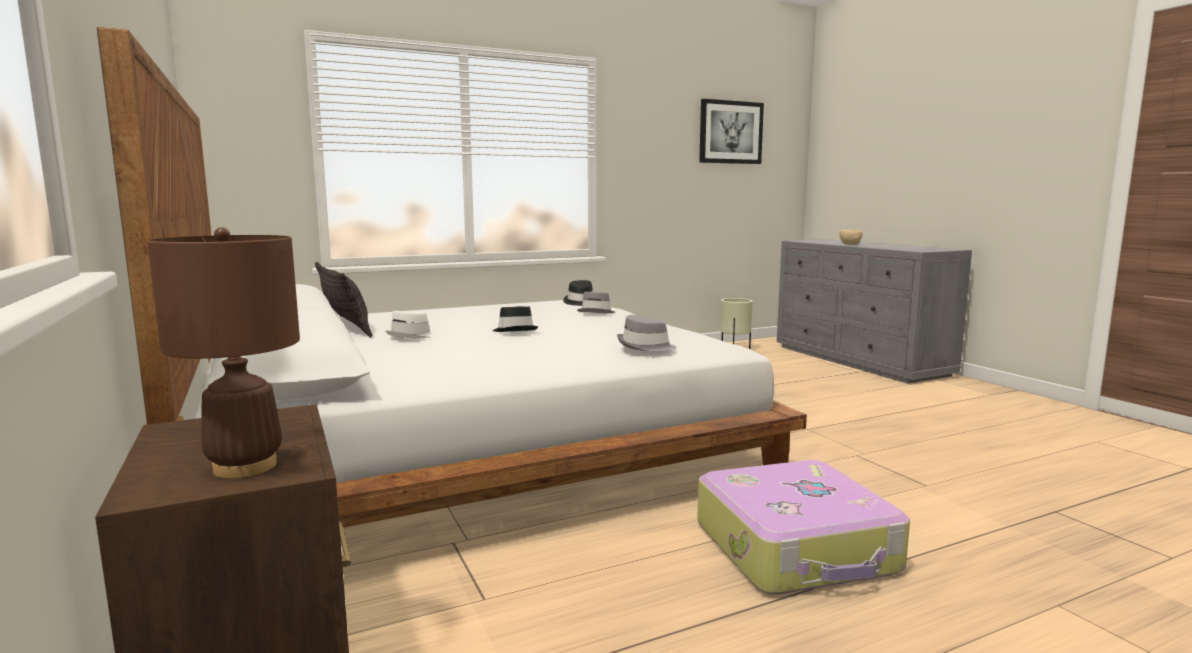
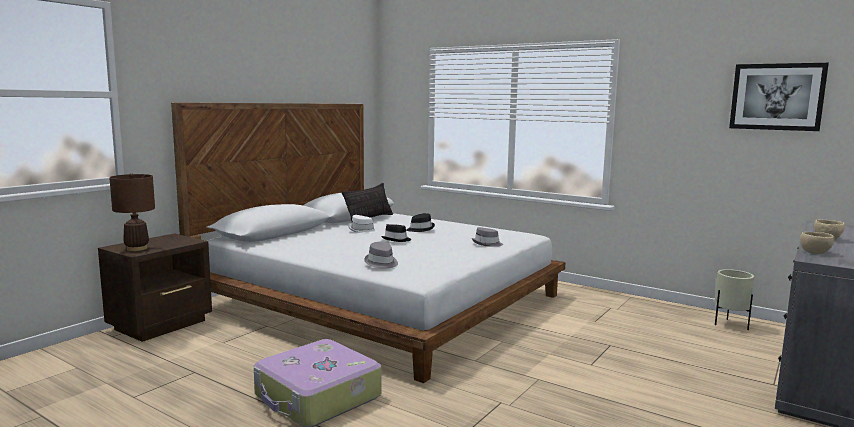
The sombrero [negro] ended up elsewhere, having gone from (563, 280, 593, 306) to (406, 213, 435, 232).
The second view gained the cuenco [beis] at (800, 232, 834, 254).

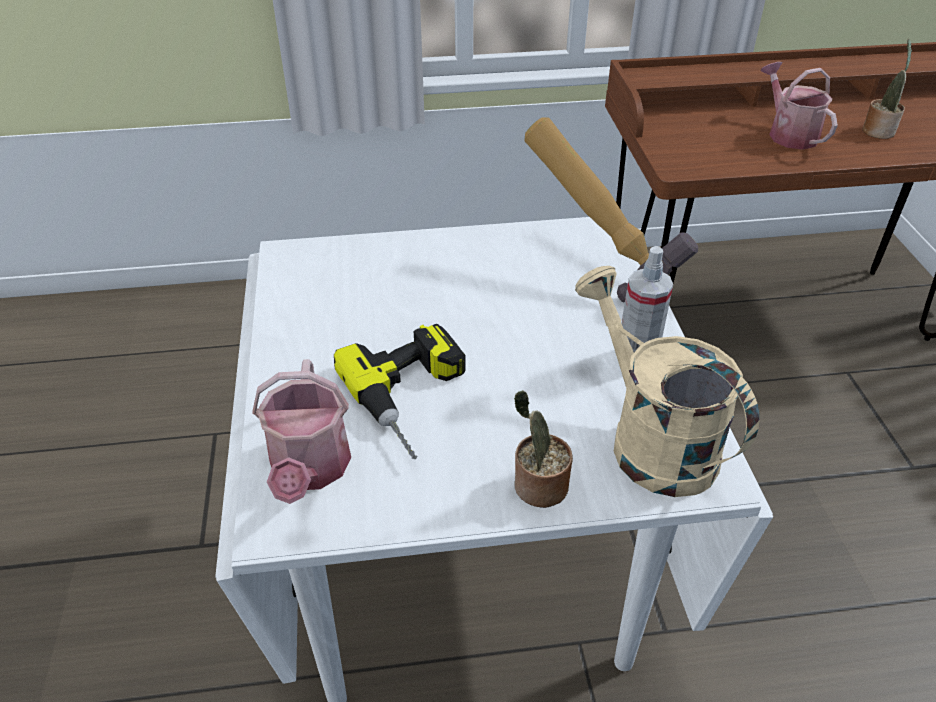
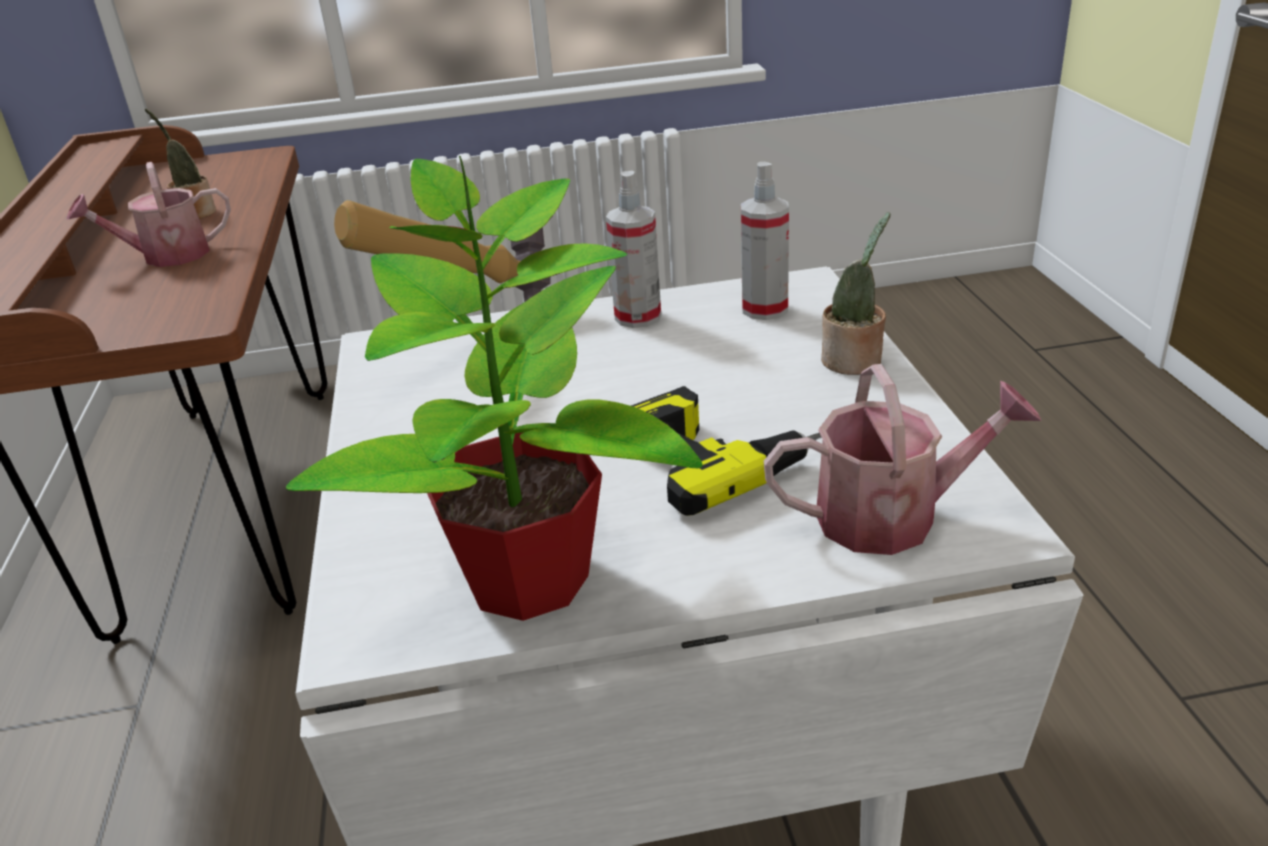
The second view gained the planta en maceta at (286, 156, 703, 621).
Where the regadera [beis] stood at (575, 266, 759, 497), the pulverizador came to stand at (741, 162, 789, 320).

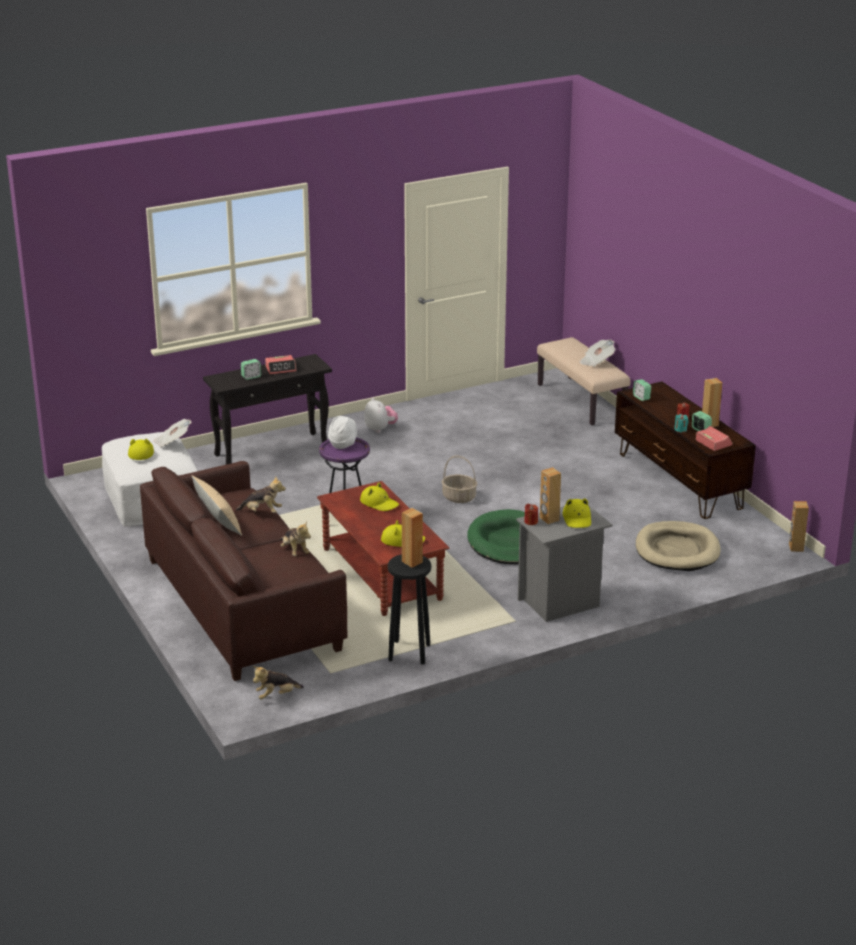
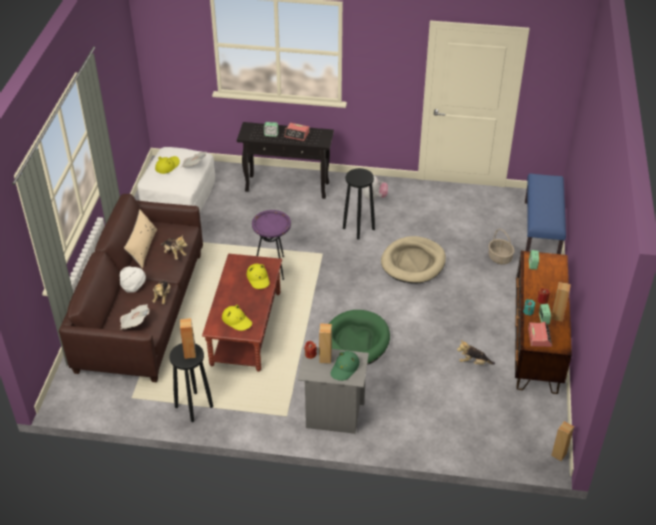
The sombrero [blanco] ended up elsewhere, having gone from (328, 416, 357, 449) to (120, 267, 146, 293).
The periódico ended up elsewhere, having gone from (579, 340, 615, 367) to (120, 304, 150, 329).
What was the sombrero [amarillo] at (563, 498, 591, 528) turned into the sombrero [verde] at (331, 351, 360, 381).
The second view gained the taburete [negro] at (343, 168, 375, 240).
The cama para perro [beis] ended up elsewhere, having gone from (636, 521, 721, 571) to (381, 236, 446, 283).
The peluche ended up elsewhere, having gone from (253, 666, 304, 699) to (457, 340, 495, 365).
The cesta ended up elsewhere, having gone from (441, 456, 477, 503) to (488, 229, 514, 265).
What was the banco [beis] at (537, 337, 630, 425) turned into the banco [azul] at (525, 174, 566, 254).

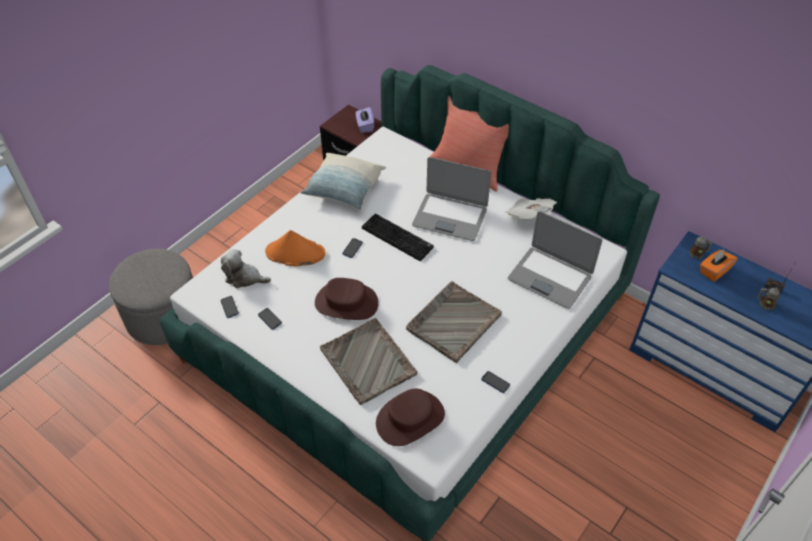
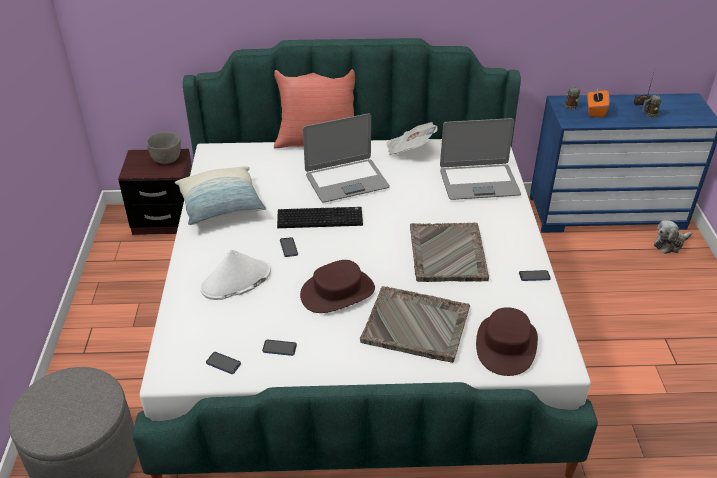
Where the caja de pañuelos [morado] stood at (356, 107, 374, 133), the cuenco [gris] came to stand at (147, 131, 181, 164).
What was the sombrero [naranja] at (265, 230, 326, 266) turned into the sombrero [blanco] at (201, 250, 271, 300).
The peluche ended up elsewhere, having gone from (221, 249, 271, 288) to (654, 220, 692, 254).

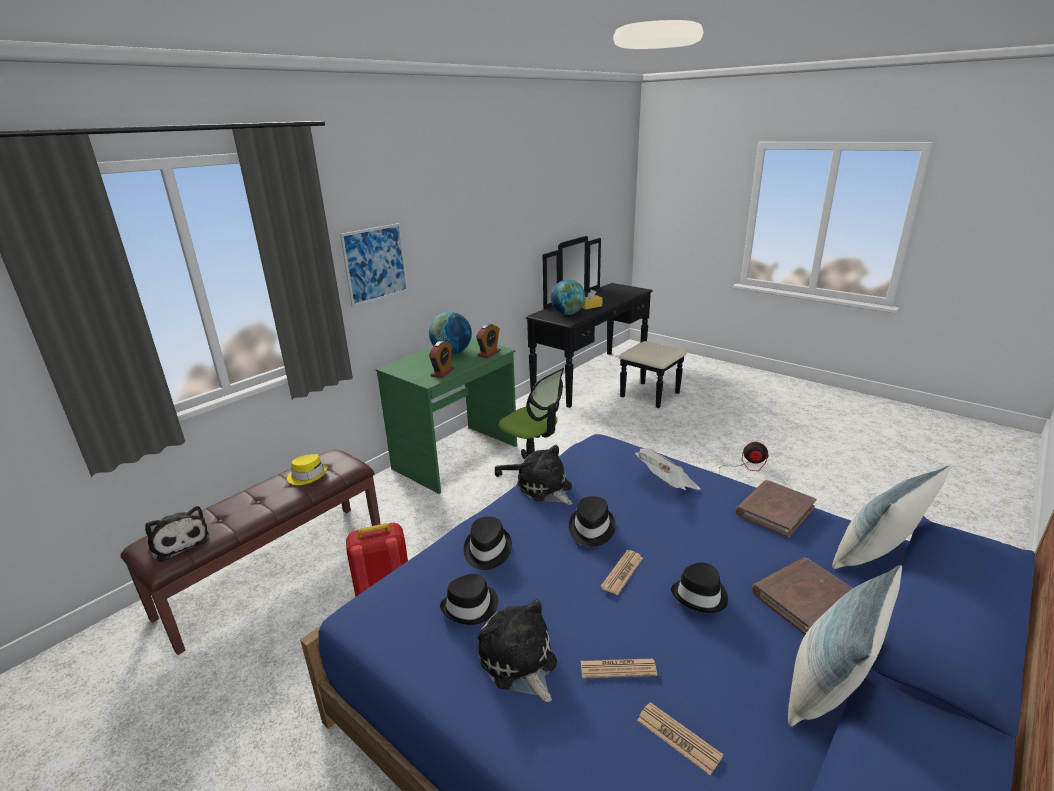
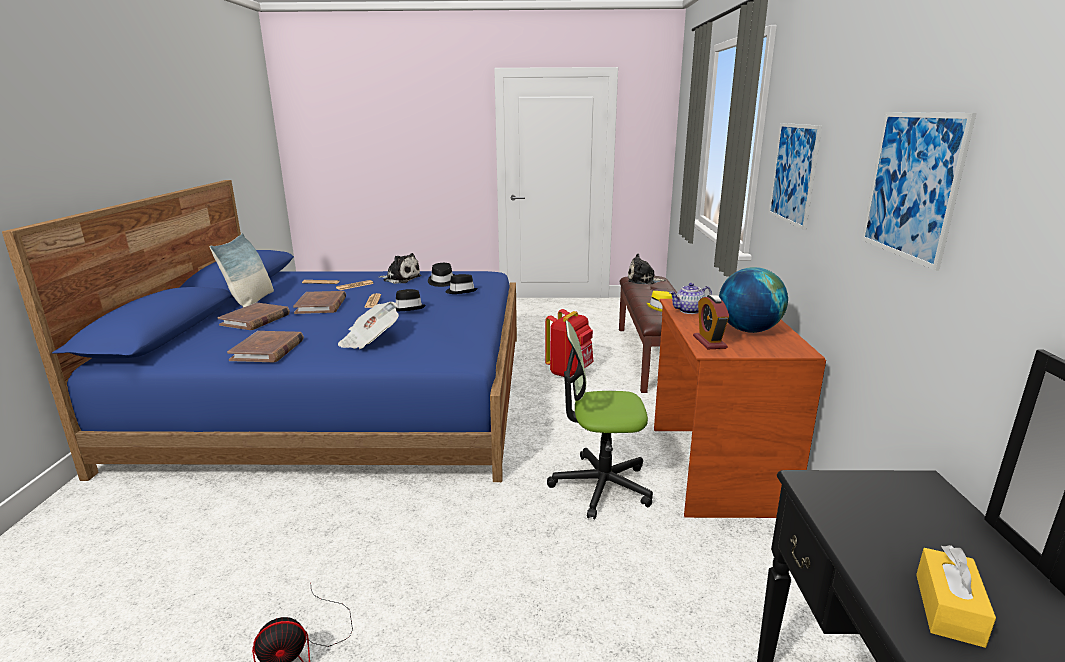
Where the sombrero [negro] stood at (671, 563, 728, 613), the libro [marrón] came to stand at (293, 291, 346, 314).
What was the escritorio [verde] at (376, 338, 517, 494) turned into the escritorio [marrón] at (654, 299, 826, 518).
Where the despertador stood at (429, 341, 455, 378), the tetera came to stand at (669, 283, 712, 314).
The second view gained the cuadro at (861, 112, 976, 271).
The second view lost the peluche at (517, 445, 573, 505).
The second view lost the globo terráqueo at (550, 279, 586, 315).
The second view lost the cojín at (832, 466, 950, 569).

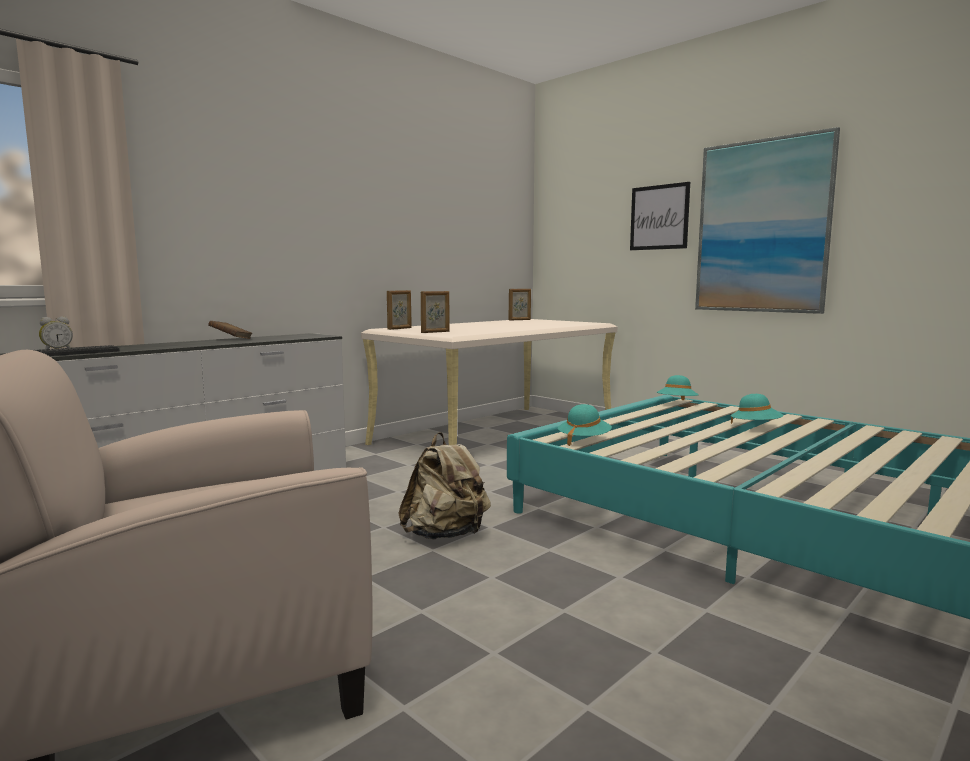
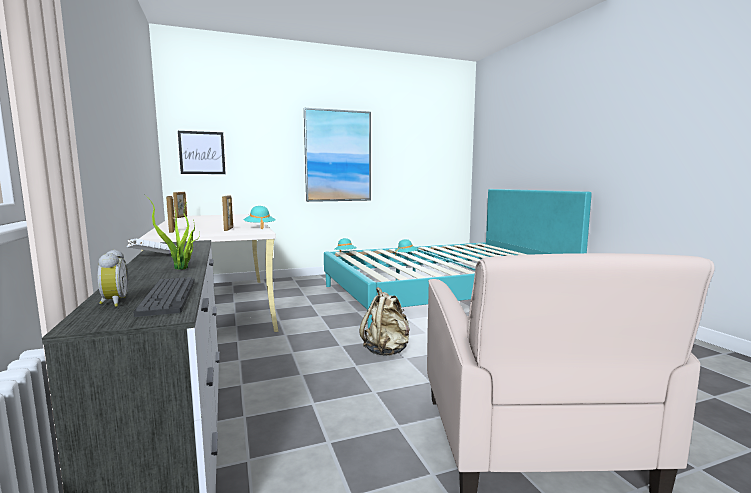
What was the libro [marrón] at (208, 321, 253, 339) turned into the libro [blanco] at (127, 239, 177, 254).
The second view gained the planta en maceta at (144, 194, 200, 270).
The cuadro ended up elsewhere, having gone from (630, 182, 690, 250) to (178, 131, 226, 174).
The sombrero [turquesa] ended up elsewhere, having gone from (558, 404, 612, 446) to (244, 206, 276, 229).

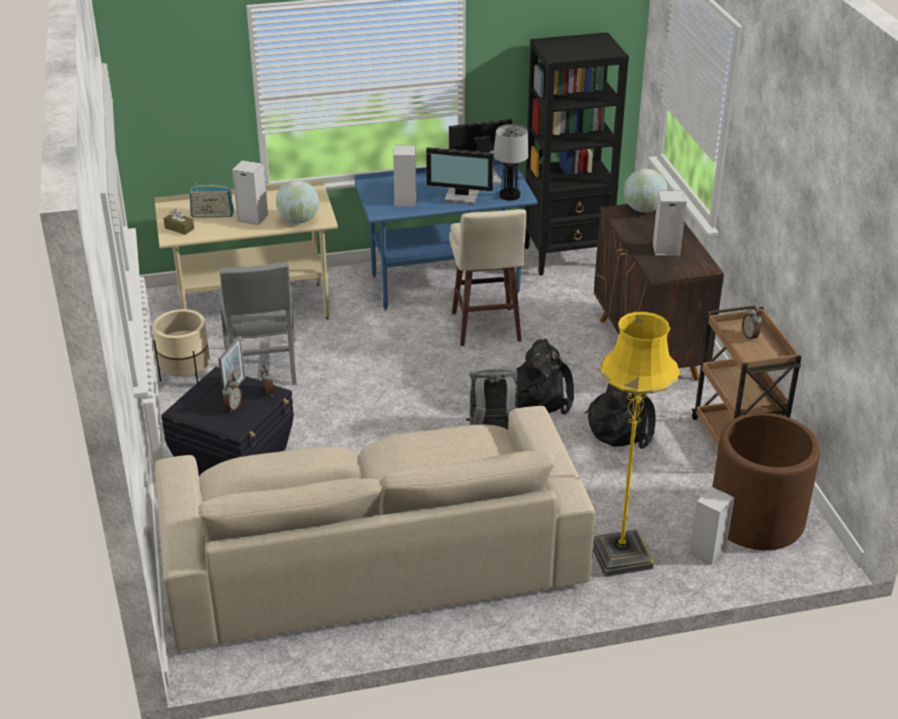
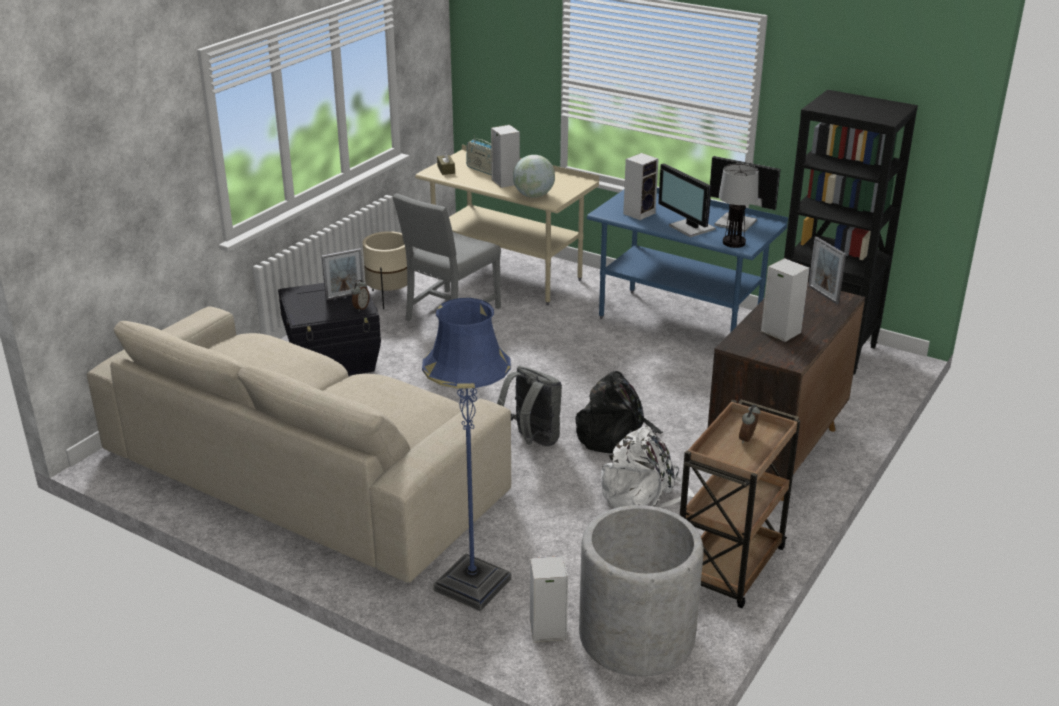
What was the lámpara de pie [amarillo] at (593, 311, 680, 577) turned into the lámpara de pie [azul] at (422, 298, 511, 611).
What was the maceta [marrón] at (712, 413, 820, 550) turned into the maceta [gris] at (579, 505, 704, 676).
What was the mochila [negro] at (585, 383, 656, 449) turned into the mochila [blanco] at (601, 426, 695, 508).
Where the globo terráqueo stood at (624, 169, 668, 213), the portarretratos came to stand at (808, 237, 846, 304).
The second view lost the despertador at (222, 380, 242, 413).
The second view lost the taburete [beis] at (449, 209, 527, 346).

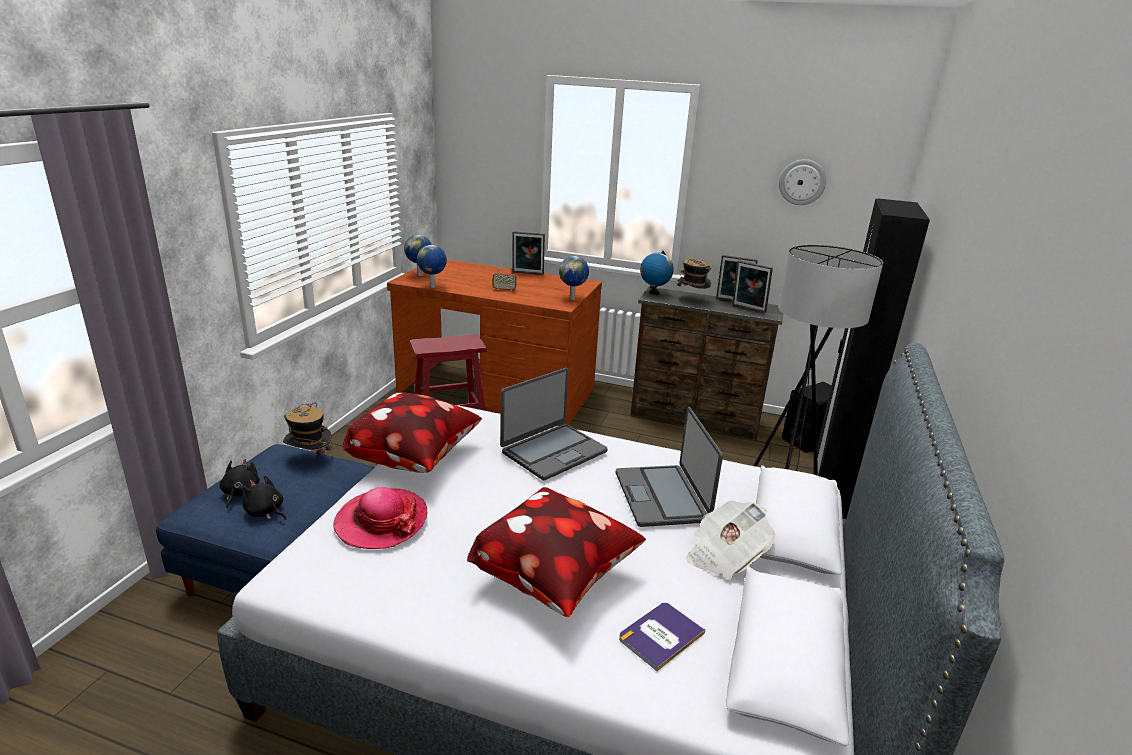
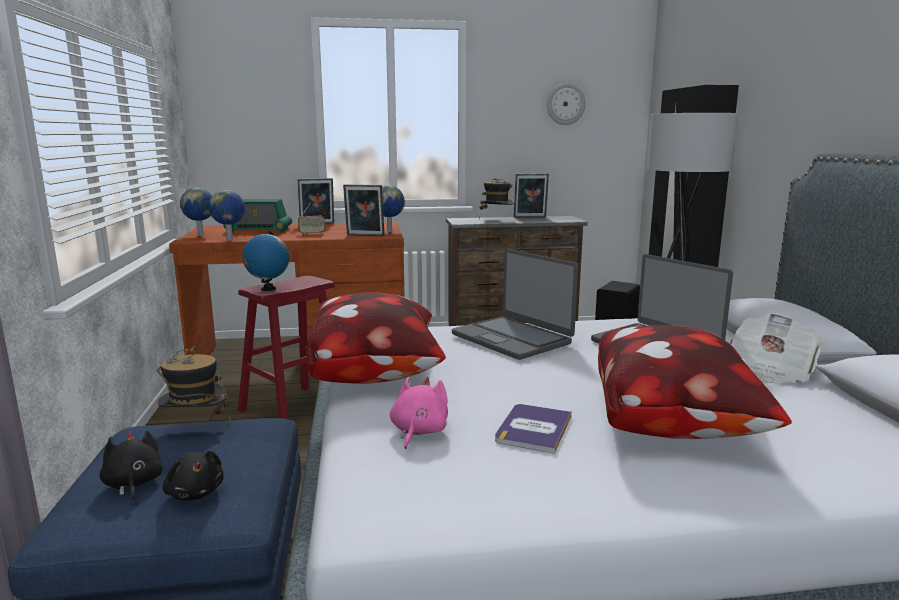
The peluche [negro] at (243, 476, 286, 520) ended up facing another way, 135 degrees counterclockwise from before.
The second view gained the radio at (223, 199, 292, 232).
The globo terráqueo ended up elsewhere, having gone from (640, 250, 674, 295) to (242, 231, 289, 291).
The portarretratos ended up elsewhere, having gone from (732, 260, 773, 313) to (343, 184, 385, 236).
Where the sombrero stood at (333, 487, 427, 549), the peluche [rosa] came to stand at (390, 377, 448, 449).
The portátil at (500, 368, 608, 480) ended up facing another way, 120 degrees clockwise from before.
The libro ended up elsewhere, having gone from (619, 603, 705, 671) to (495, 404, 572, 454).

